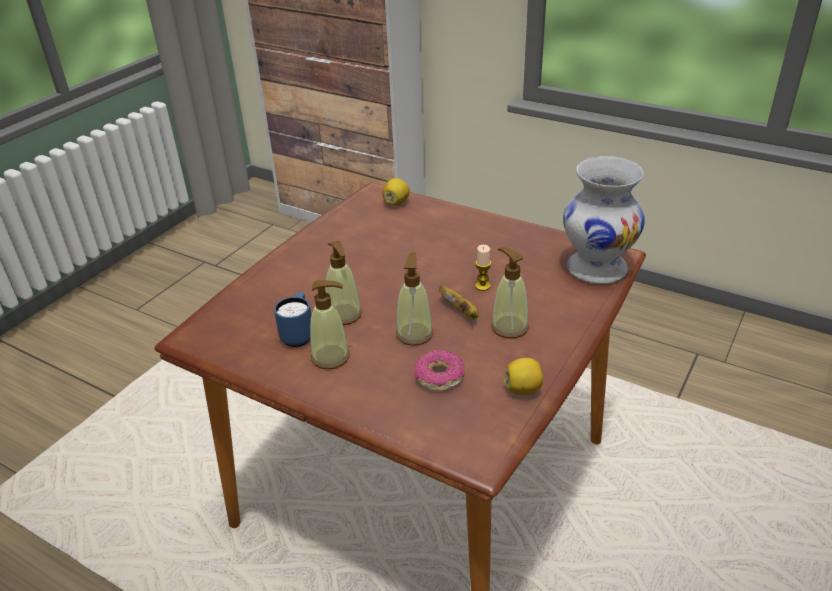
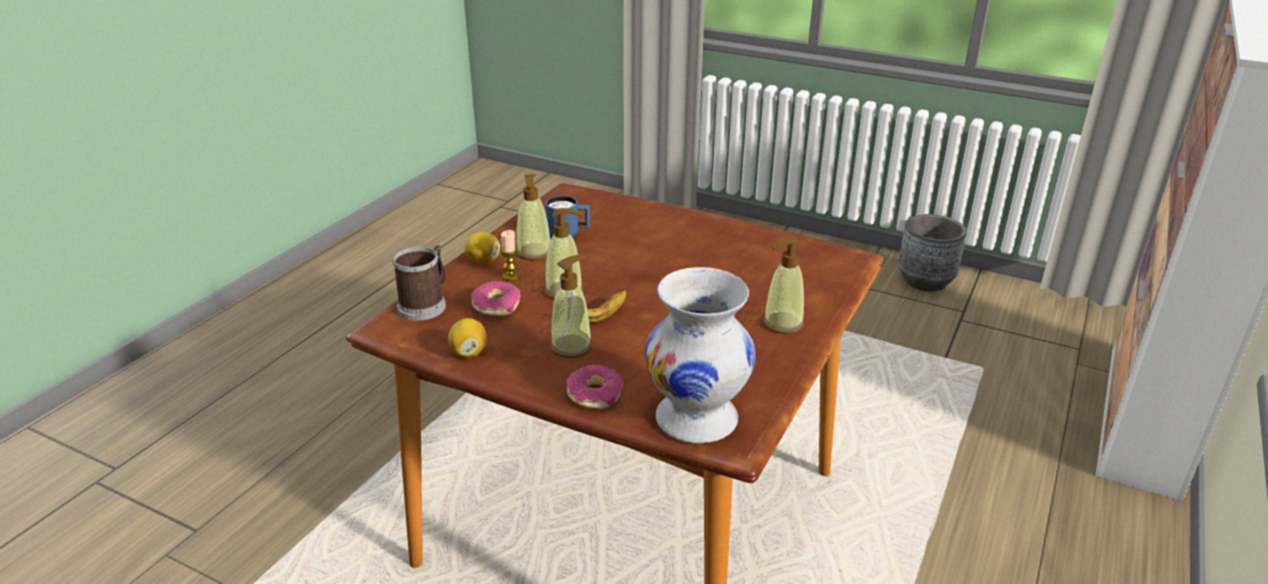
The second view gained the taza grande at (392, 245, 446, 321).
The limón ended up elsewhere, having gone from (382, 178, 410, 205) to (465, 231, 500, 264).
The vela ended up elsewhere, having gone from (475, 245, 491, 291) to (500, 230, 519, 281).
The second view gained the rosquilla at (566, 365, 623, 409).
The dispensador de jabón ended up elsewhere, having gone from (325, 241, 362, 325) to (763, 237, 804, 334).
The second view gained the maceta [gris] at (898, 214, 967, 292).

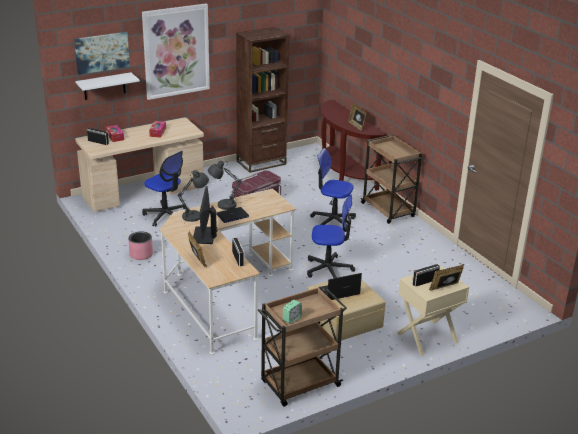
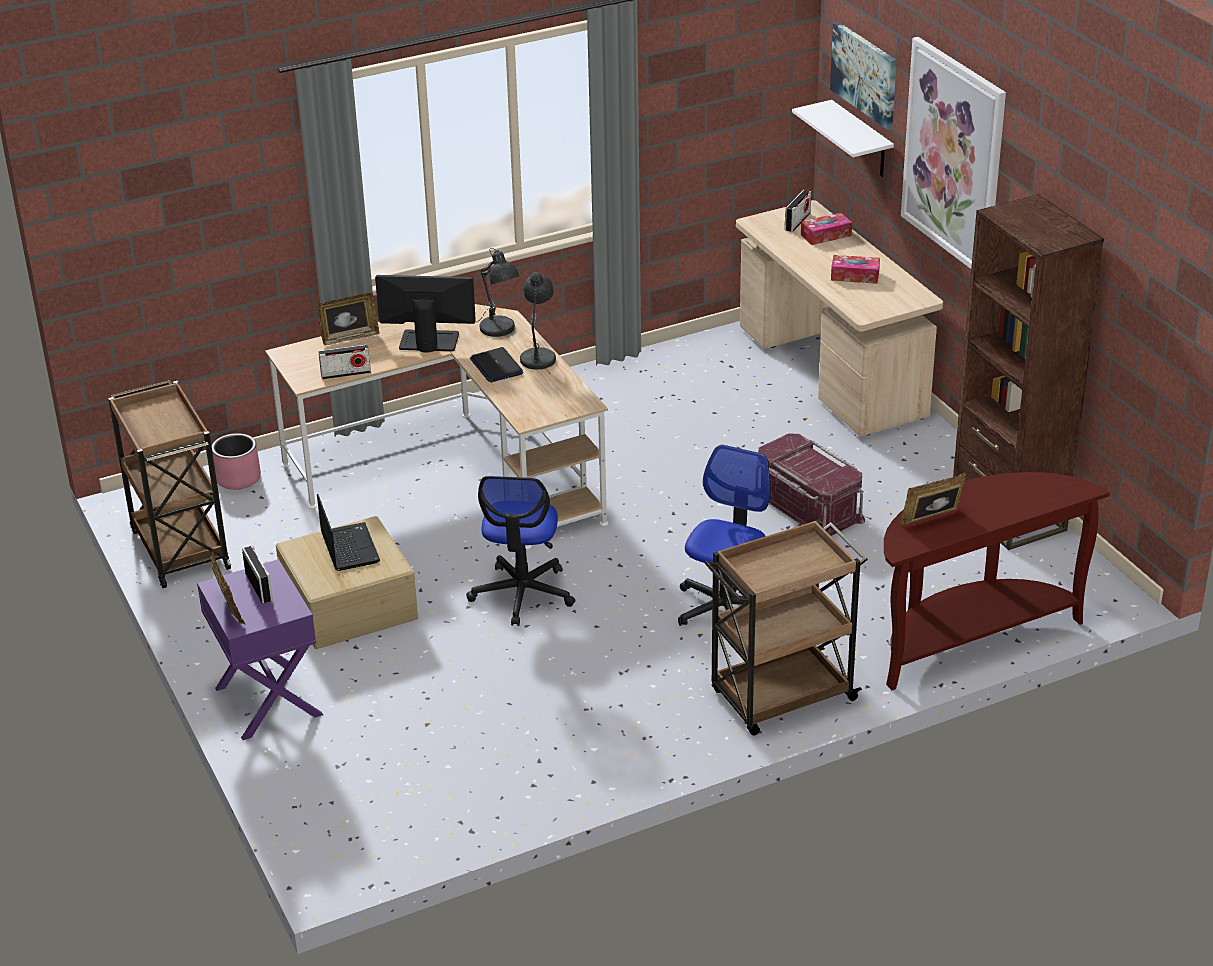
What was the mesita de noche [beis] at (397, 266, 469, 356) turned into the mesita de noche [morado] at (197, 559, 323, 740).
The maceta [rosa] ended up elsewhere, having gone from (128, 231, 153, 260) to (212, 433, 261, 490).
The second view lost the silla de oficina at (142, 151, 187, 227).
The second view lost the despertador at (283, 300, 302, 324).

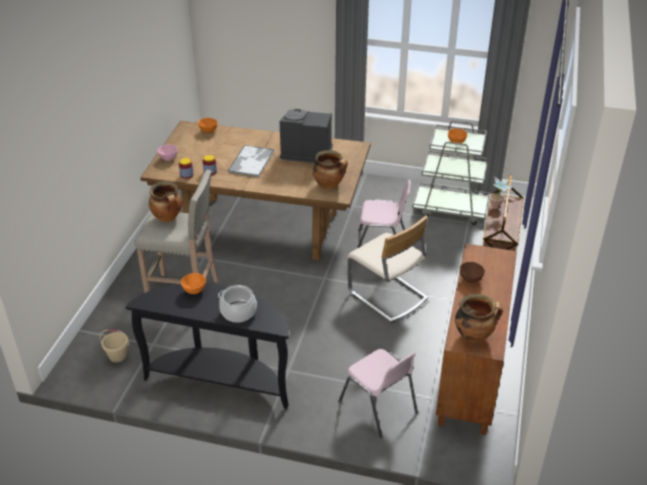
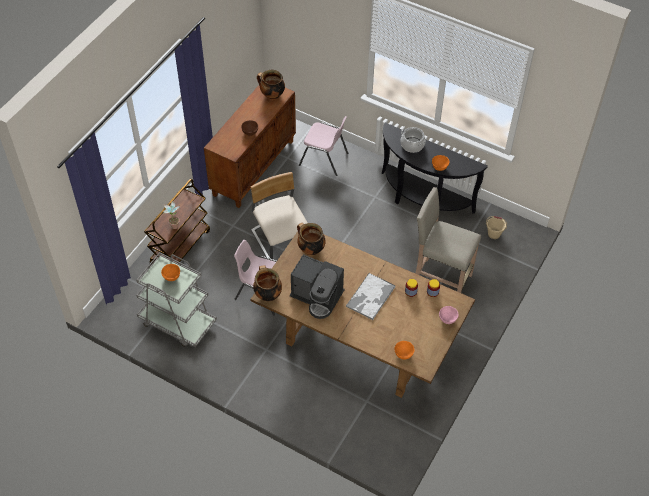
The olla ended up elsewhere, having gone from (149, 181, 182, 222) to (253, 265, 282, 302).
The silla [rosa] at (338, 349, 418, 438) ended up facing another way, 135 degrees clockwise from before.

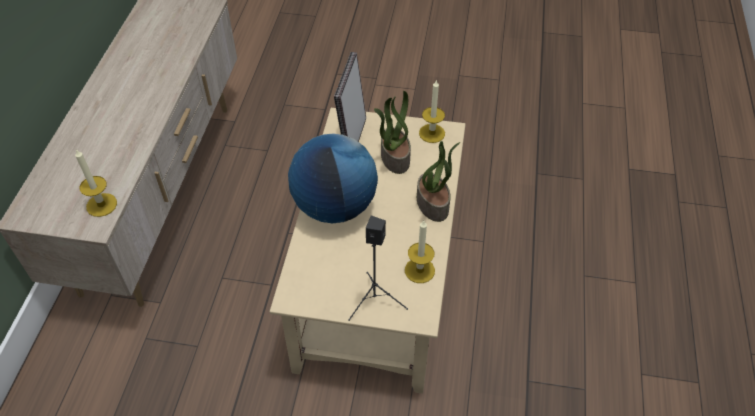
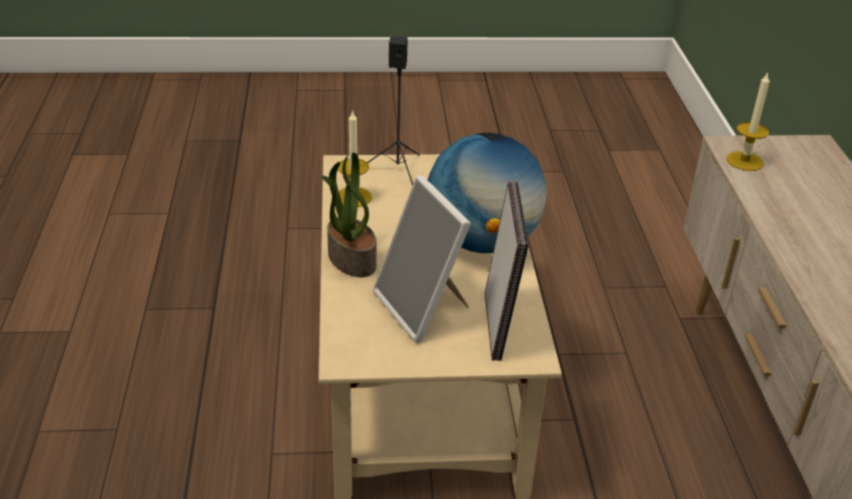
Where the planta en maceta stood at (374, 91, 411, 174), the portarretratos came to stand at (373, 175, 471, 343).
The second view lost the vela at (419, 79, 445, 143).

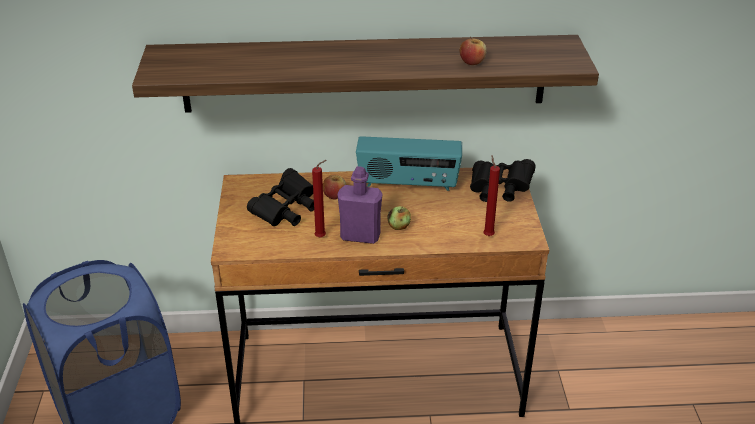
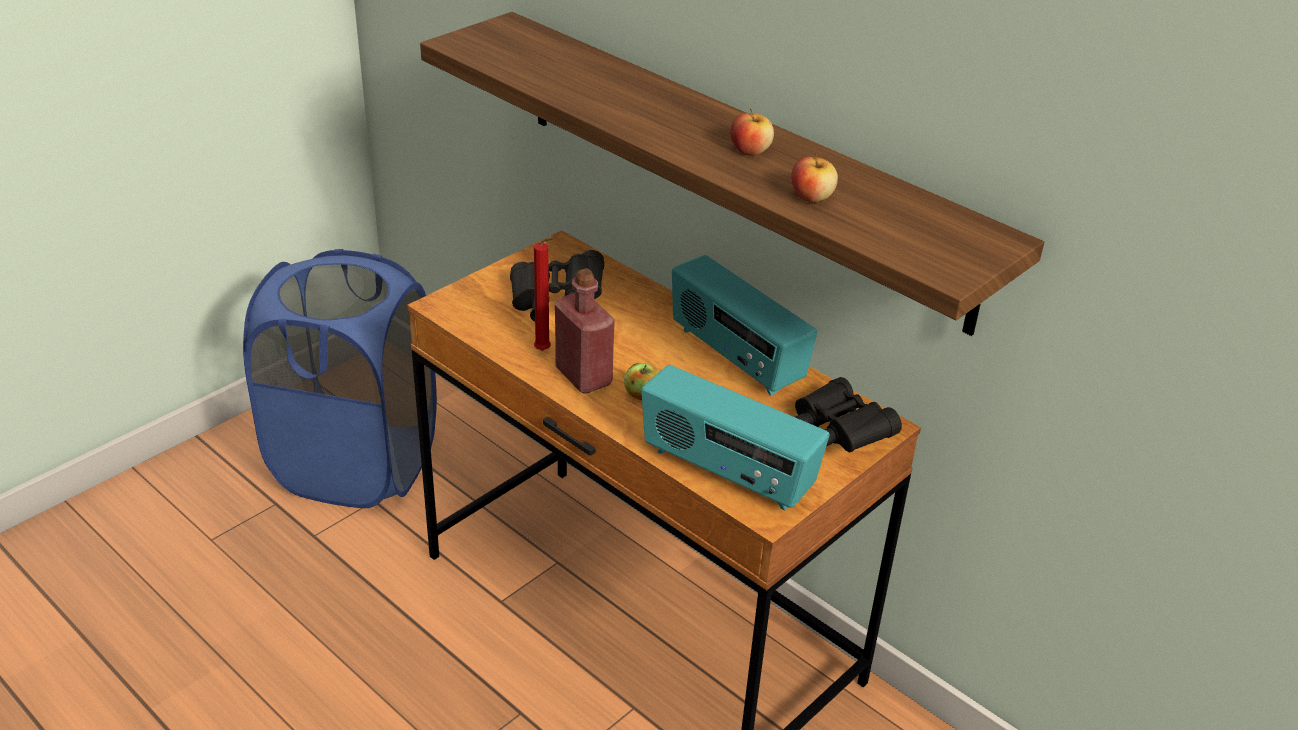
What was the botella [morado] at (337, 166, 383, 244) turned into the botella [rojo] at (555, 268, 615, 393).
Where the vela [rojo] stood at (483, 155, 500, 236), the radio came to stand at (641, 365, 830, 511).
The manzana ended up elsewhere, having gone from (323, 175, 346, 199) to (730, 109, 774, 156).

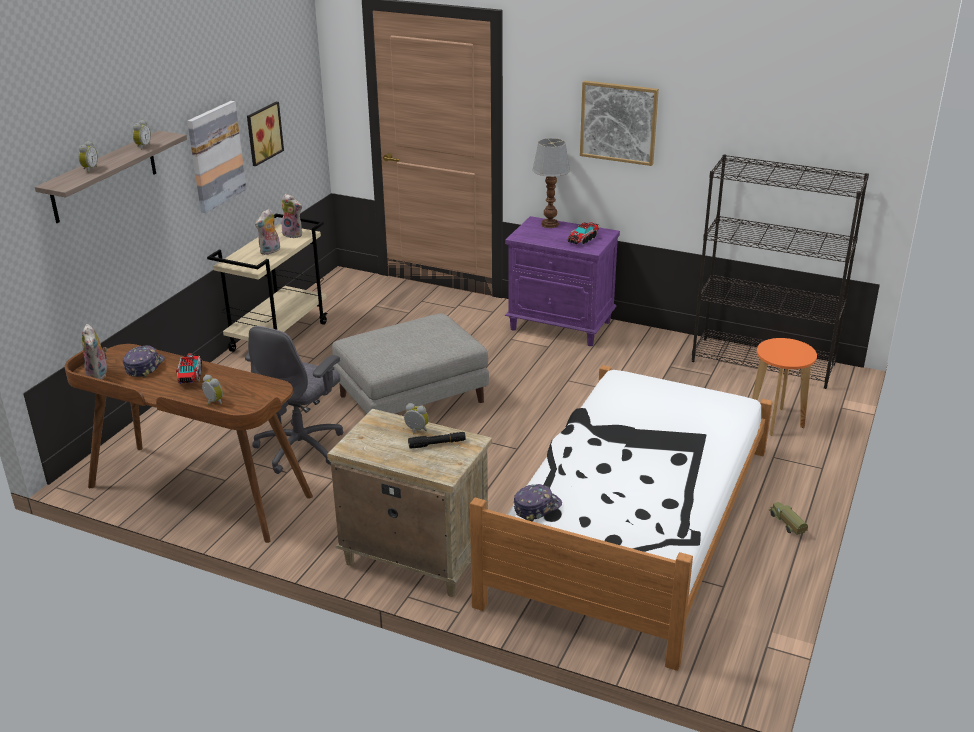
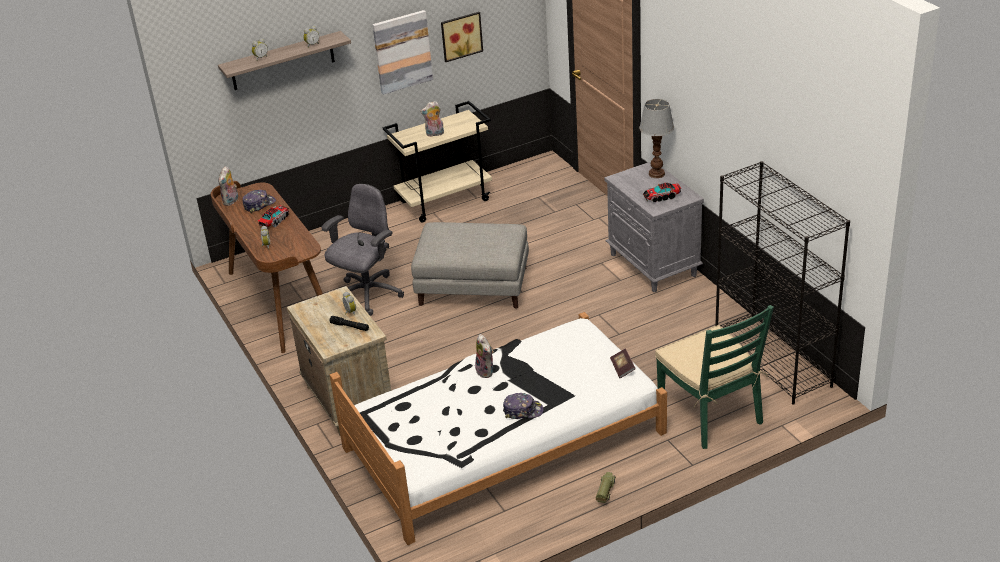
The silla de oficina [gris] at (245, 326, 343, 474) ended up facing another way, 150 degrees clockwise from before.
The peluche ended up elsewhere, having gone from (281, 194, 302, 238) to (475, 334, 494, 378).
The gorra ended up elsewhere, having gone from (514, 484, 562, 521) to (503, 393, 544, 419).
What was the mesita de noche [morado] at (505, 216, 620, 346) turned into the mesita de noche [gris] at (604, 162, 704, 292).
The second view gained the libro at (610, 348, 636, 378).
Where the taburete [naranja] stood at (752, 338, 817, 436), the silla [verde] came to stand at (655, 305, 774, 449).
The second view lost the cuadro at (580, 80, 659, 166).

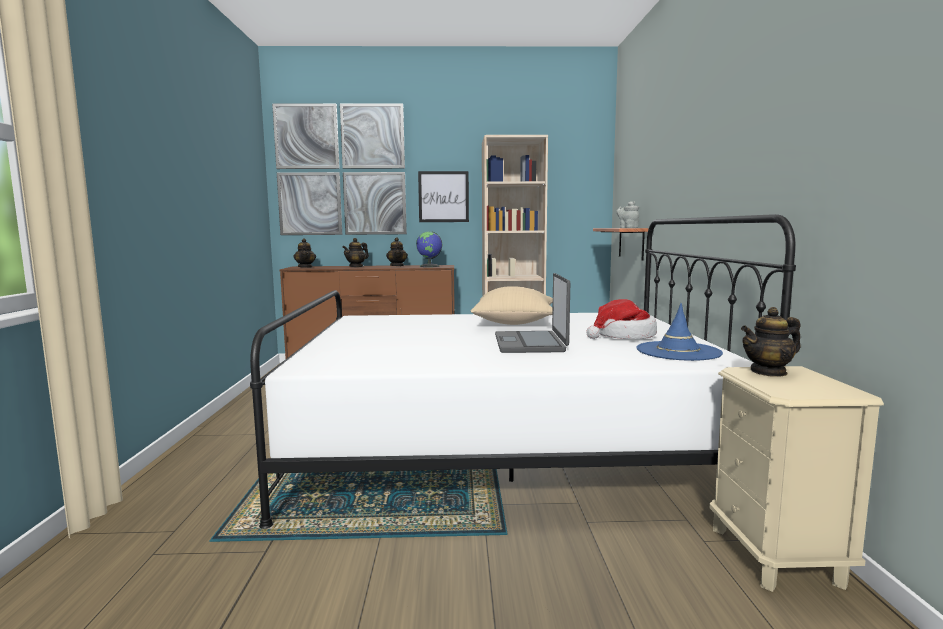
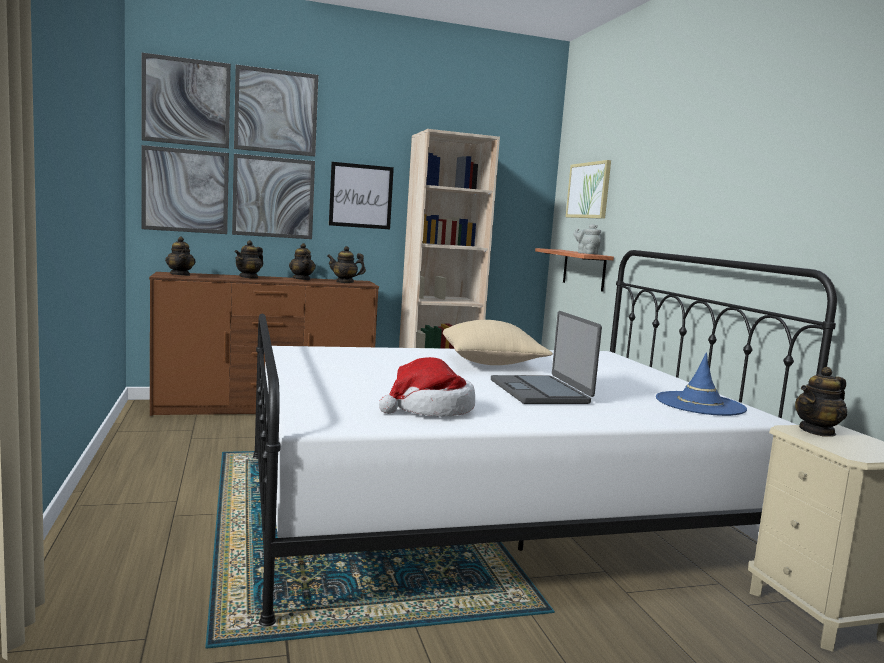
Where the globo terráqueo stood at (416, 231, 442, 267), the tetera came to stand at (327, 246, 366, 283).
The sombrero ended up elsewhere, having gone from (586, 299, 657, 339) to (379, 357, 475, 417).
The second view gained the cuadro at (566, 160, 611, 219).

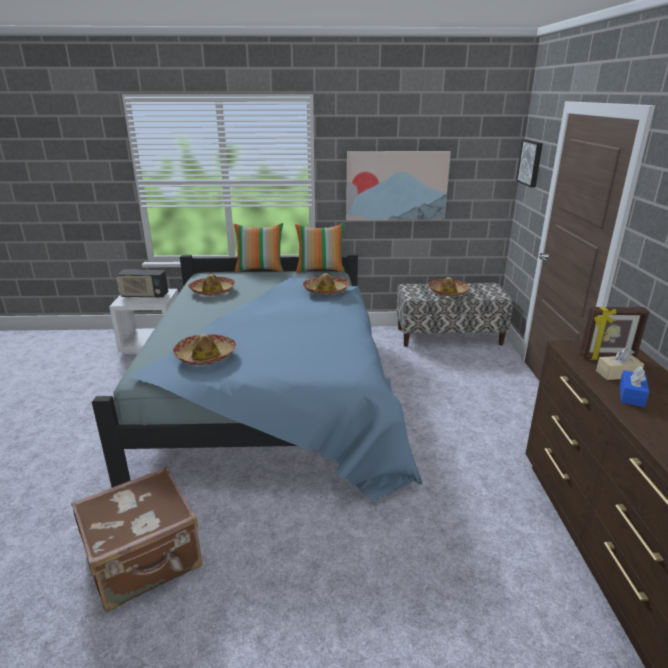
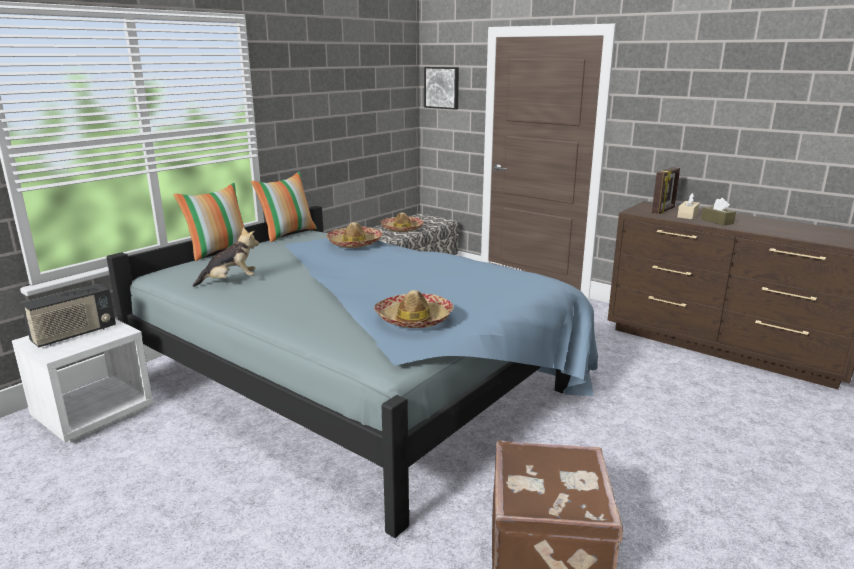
Where the sombrero stood at (188, 274, 235, 296), the peluche came to stand at (193, 227, 259, 287).
What was the caja de pañuelos [azul] at (620, 366, 649, 407) turned into the caja de pañuelos [marrón] at (701, 198, 736, 226).
The second view lost the cuadro at (346, 151, 451, 221).

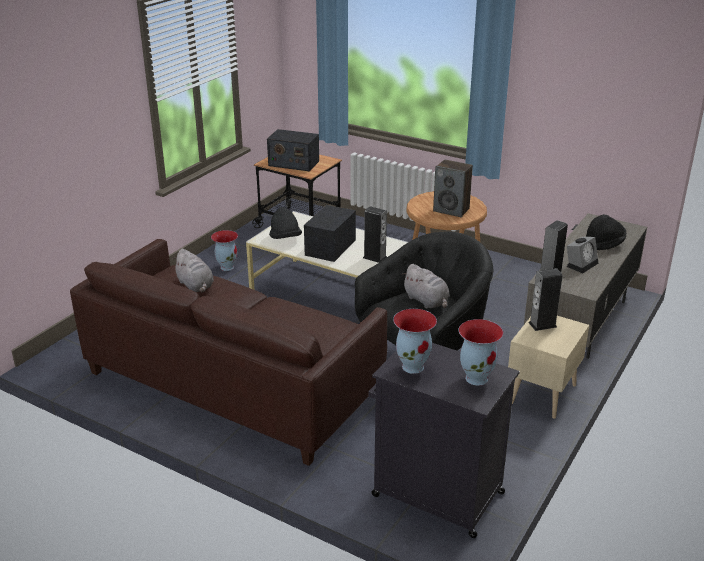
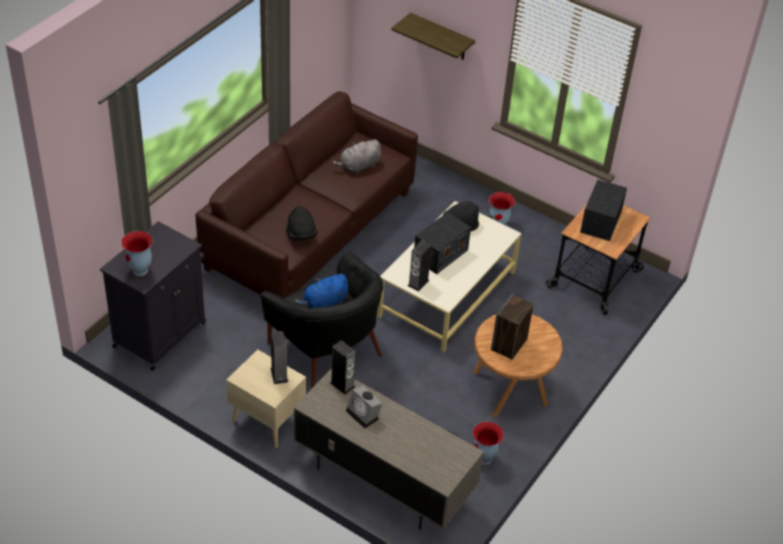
The sombrero [negro] ended up elsewhere, having gone from (586, 214, 626, 250) to (286, 206, 318, 240).
What was the peluche [gris] at (402, 264, 450, 309) turned into the peluche [azul] at (294, 274, 348, 308).
The second view gained the estante at (391, 13, 475, 60).
The radio at (304, 205, 356, 262) ended up facing another way, 105 degrees clockwise from before.
The florero ended up elsewhere, having gone from (393, 309, 437, 374) to (473, 422, 504, 465).

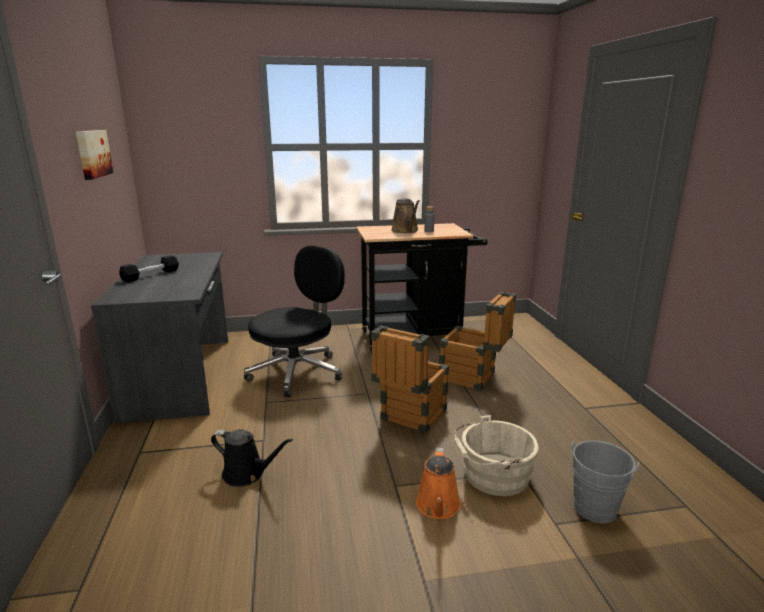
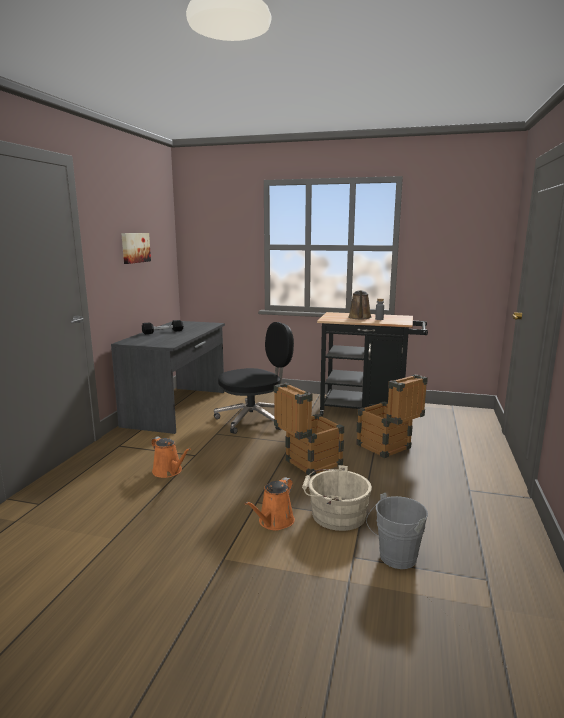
What was the regadera [negro] at (211, 429, 293, 487) turned into the regadera [naranja] at (151, 437, 191, 478).

